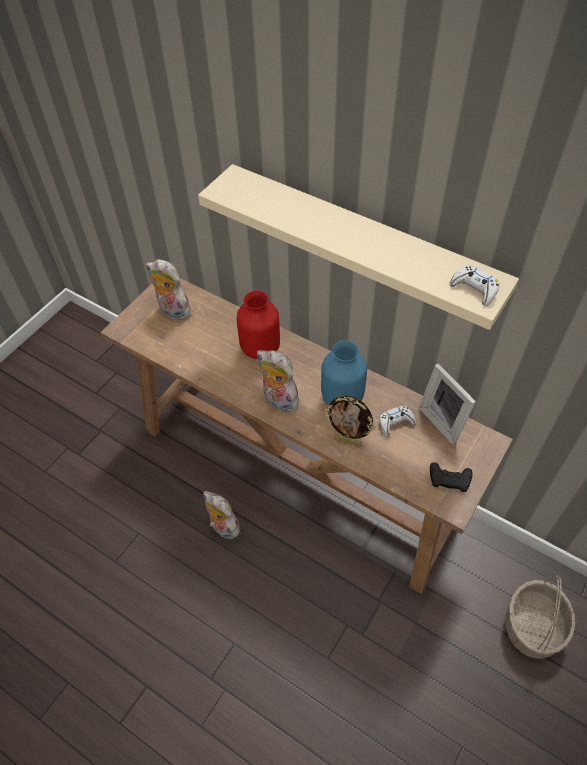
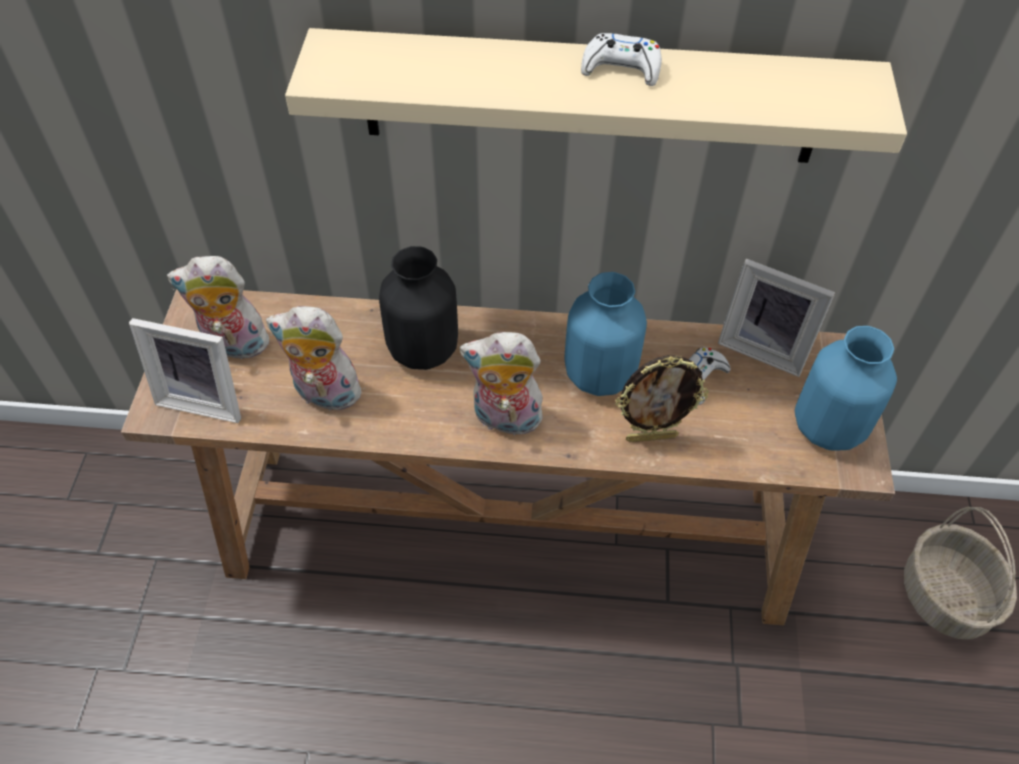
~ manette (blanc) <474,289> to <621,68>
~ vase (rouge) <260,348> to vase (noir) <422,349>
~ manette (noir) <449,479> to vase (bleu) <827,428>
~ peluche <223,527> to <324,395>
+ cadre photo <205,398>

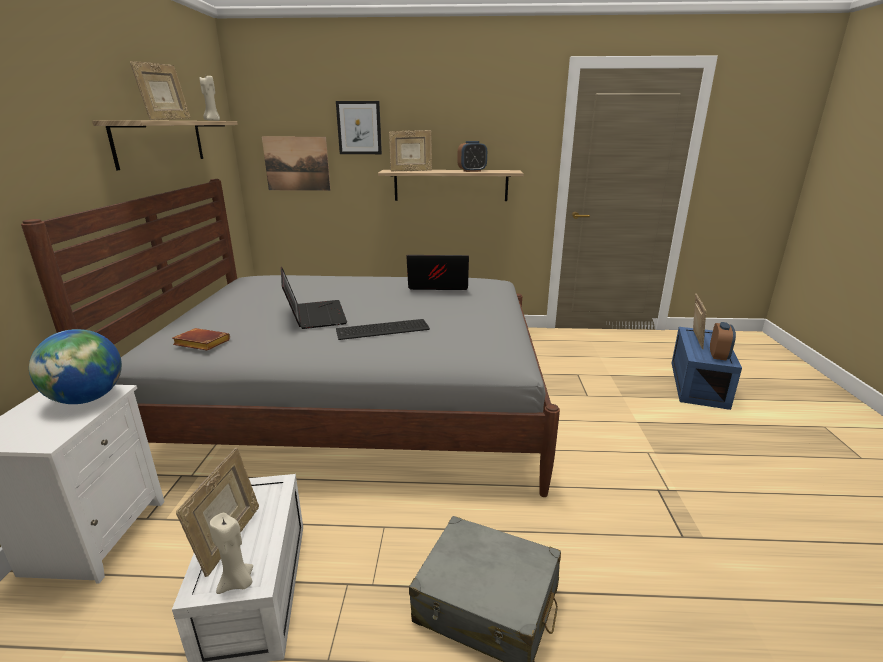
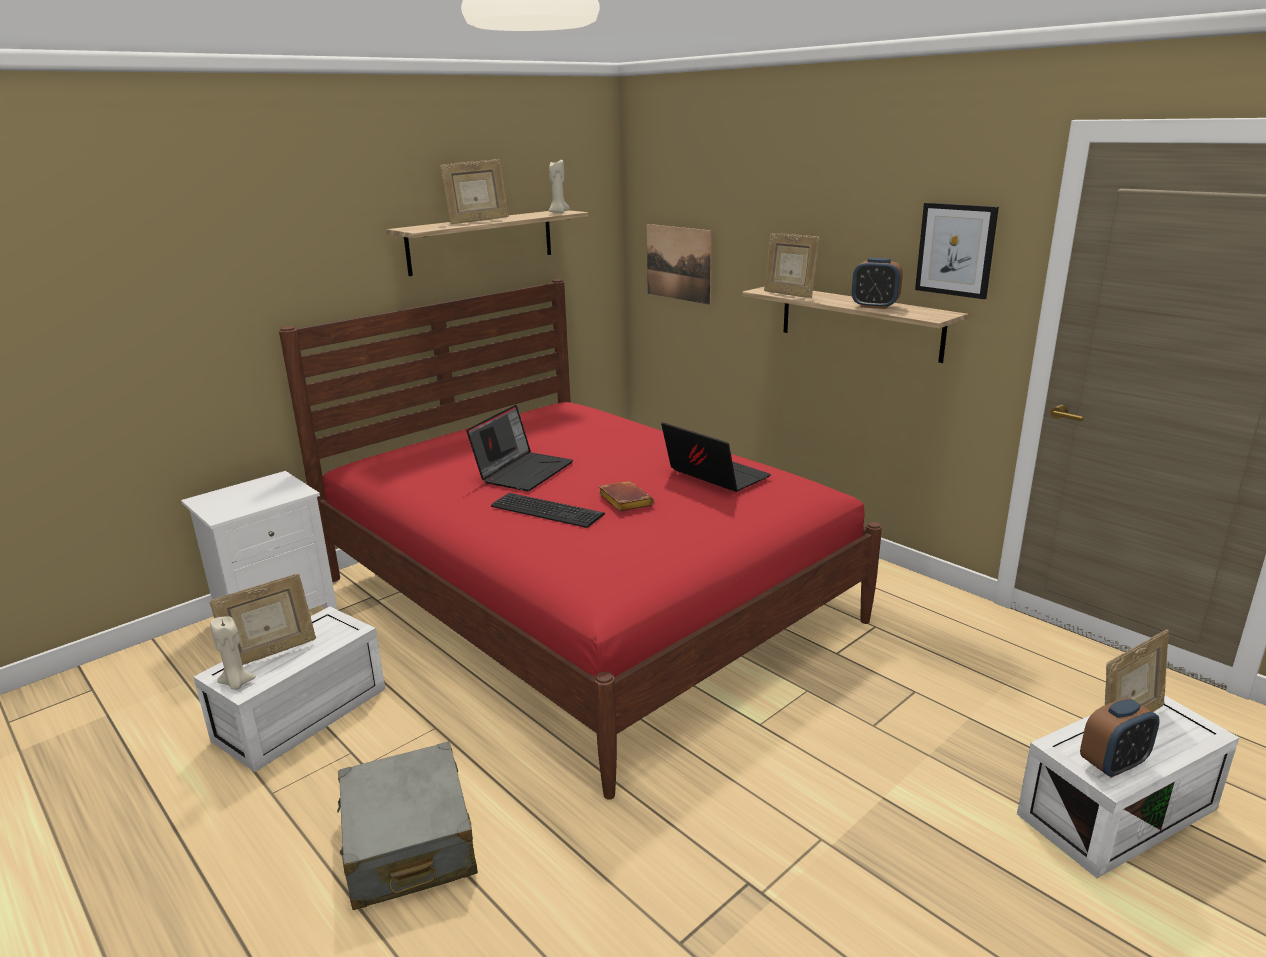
~ tableau <359,128> to <956,250>
~ lit (gris) <358,404> to lit (rouge) <584,599>
~ boîte de rangement (bleu) <696,383> to boîte de rangement (blanc) <1116,809>
~ livre (marron) <200,344> to <623,501>
- globe <88,399>

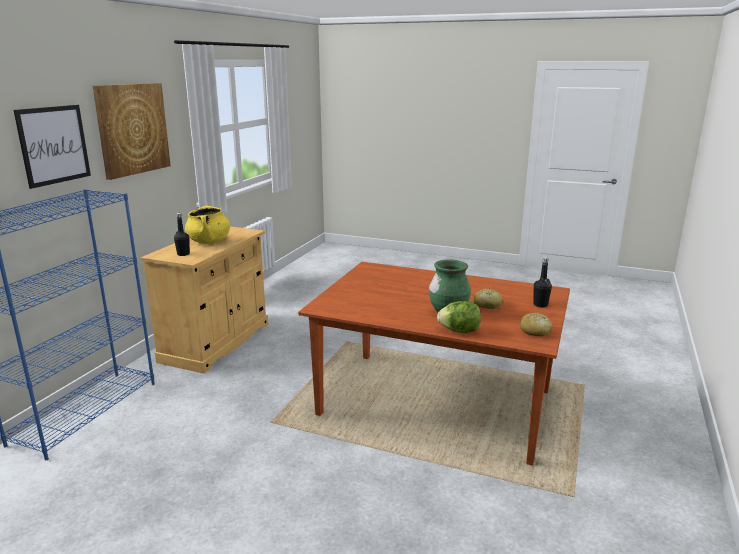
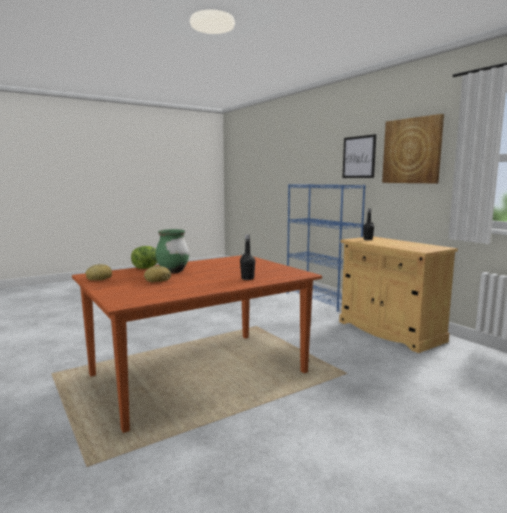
- marmite (jaune) <209,242>
~ bouteille (noir) <540,305> to <247,278>

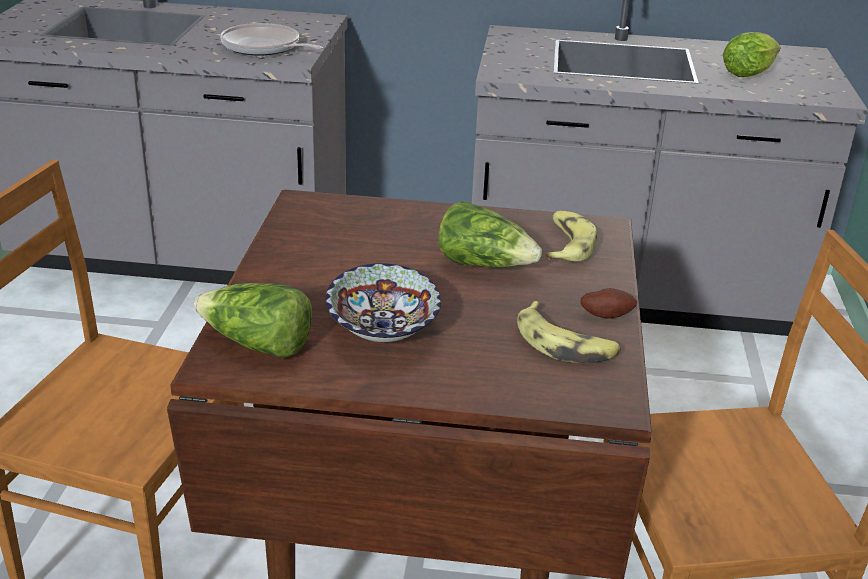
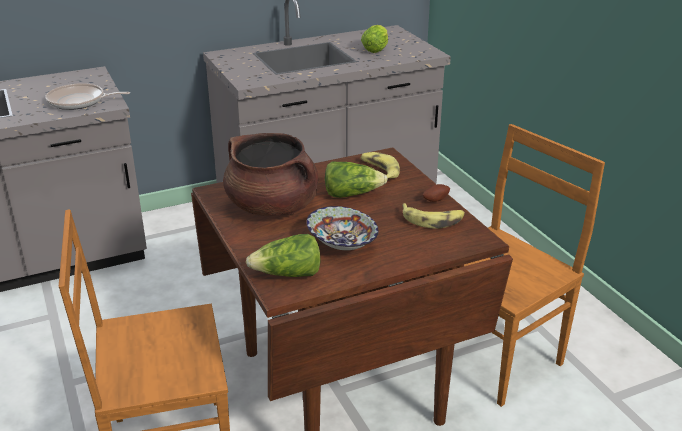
+ marmite (marron) <273,207>

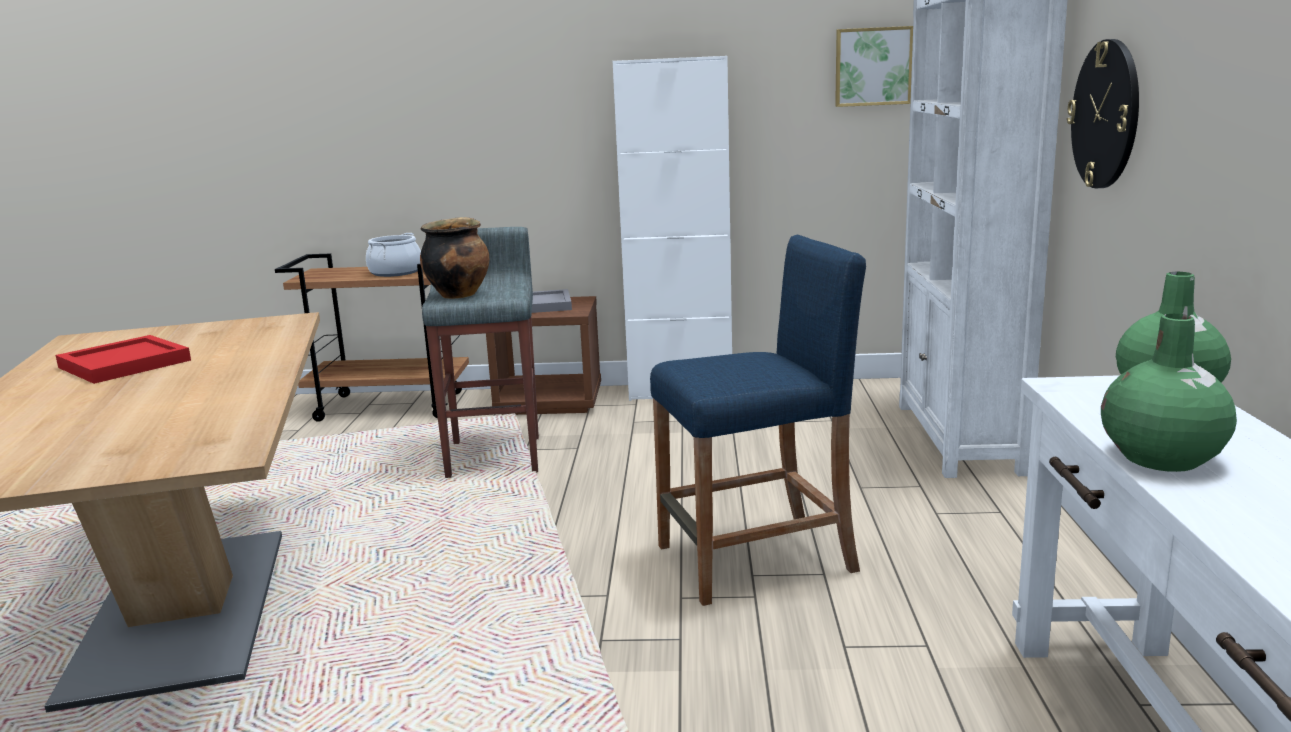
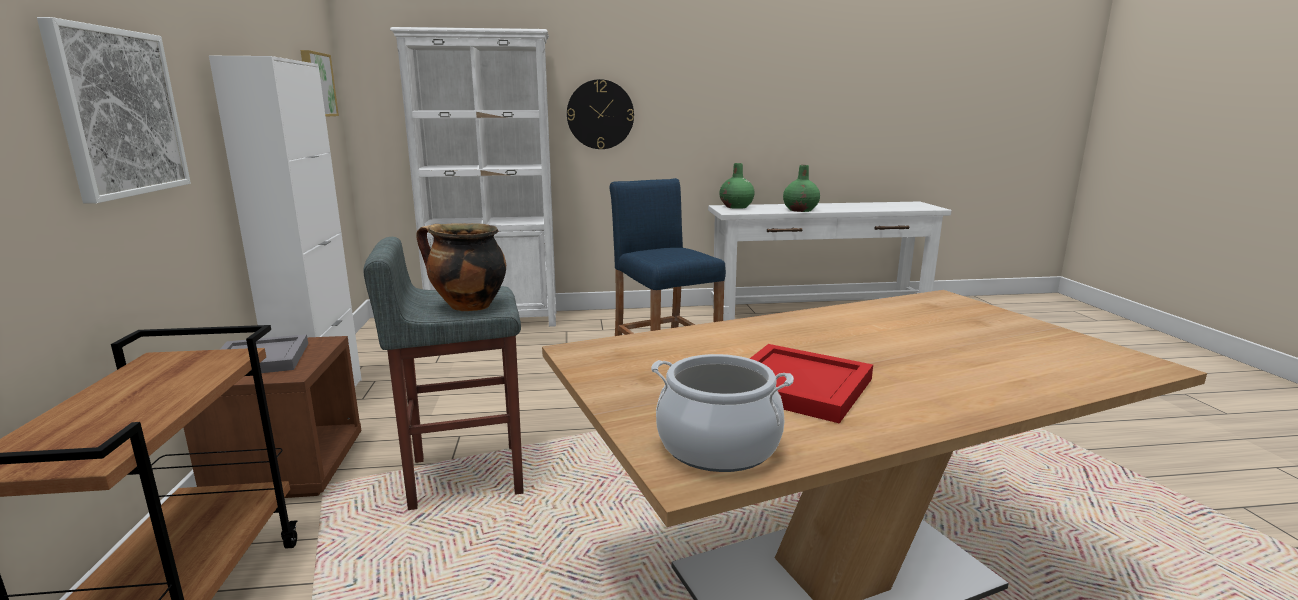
~ marmite <395,272> to <718,446>
+ tableau <119,112>

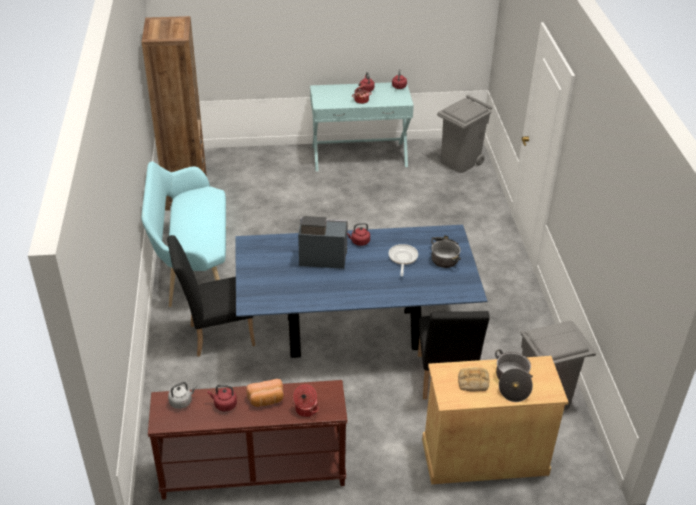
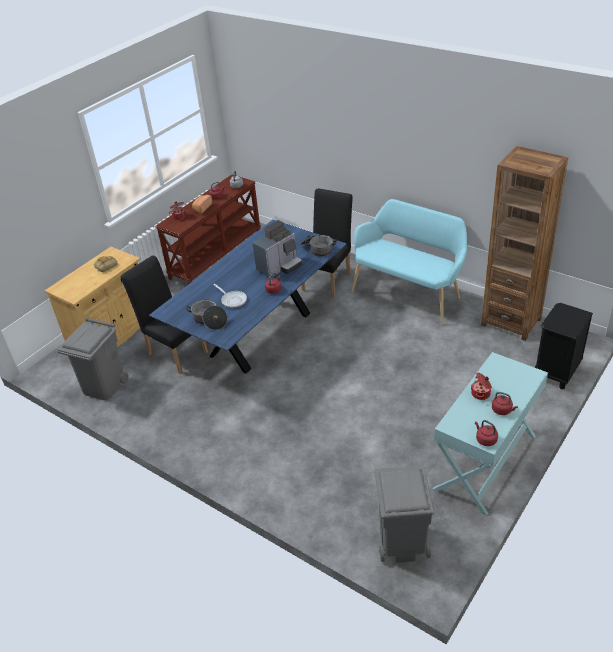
~ marmite <512,382> to <317,249>
+ table de chevet (noir) <556,372>

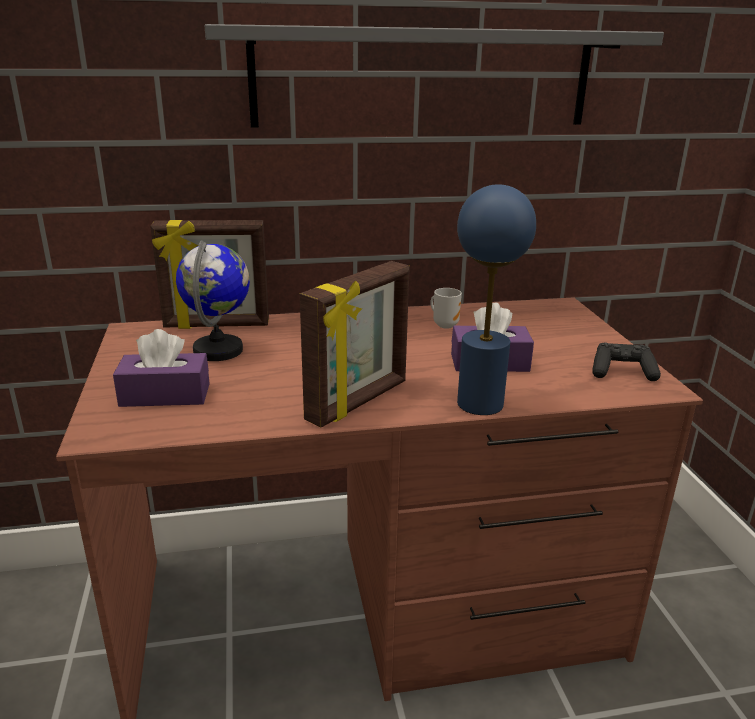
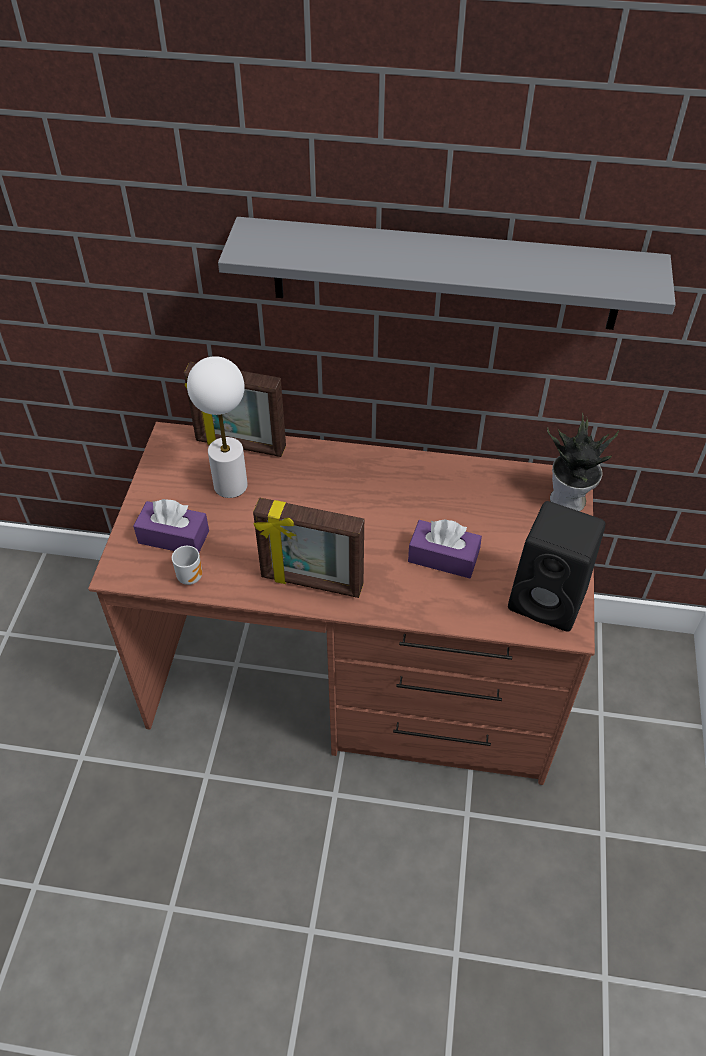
- lampe de table (bleu) <479,404>
~ globe <219,350> to lampe de table (blanc) <230,485>
~ cadre photo <359,402> = <311,583> 45 degrees clockwise
~ mug <445,325> to <190,576>
~ manette (noir) <622,372> to enceinte (noir) <550,600>
+ plante en pot <569,500>

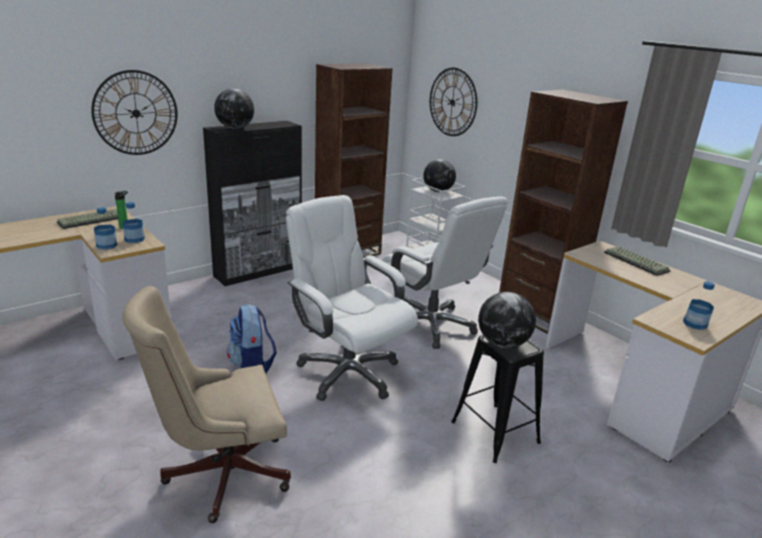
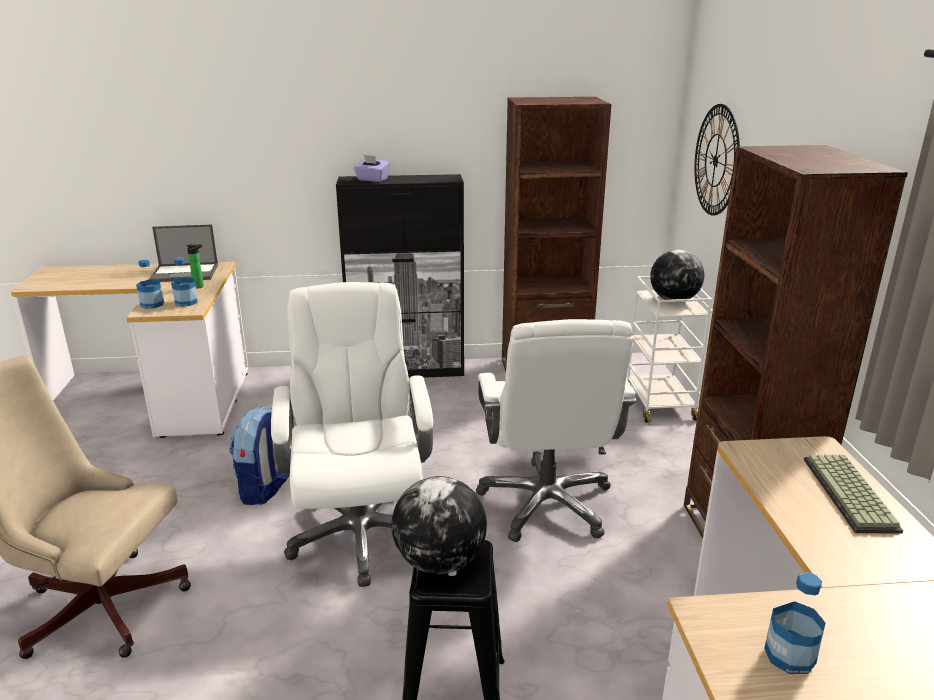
- horloge murale <136,113>
~ globe <235,128> to boîte à mouchoirs (violet) <372,180>
~ clavier <92,219> to ordinateur portable <185,273>

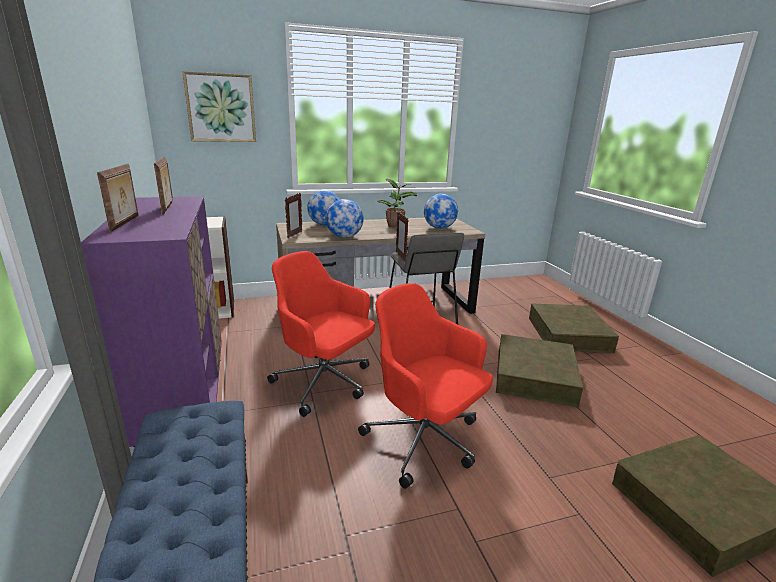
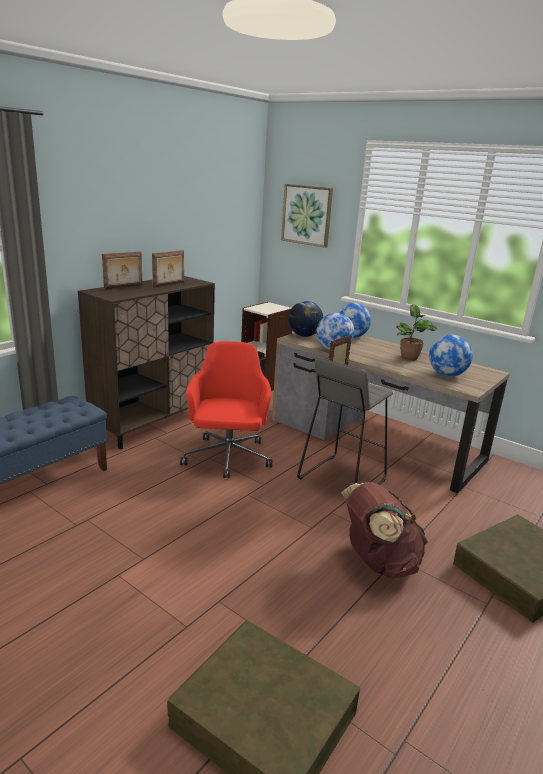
~ cadre photo <294,235> to globe <304,336>
~ meuble de rangement (violet) <186,402> to meuble de rangement (marron) <154,422>
- chaise de bureau (rouge) <424,441>
~ boîte de rangement (marron) <534,376> to sac à dos (marron) <378,562>

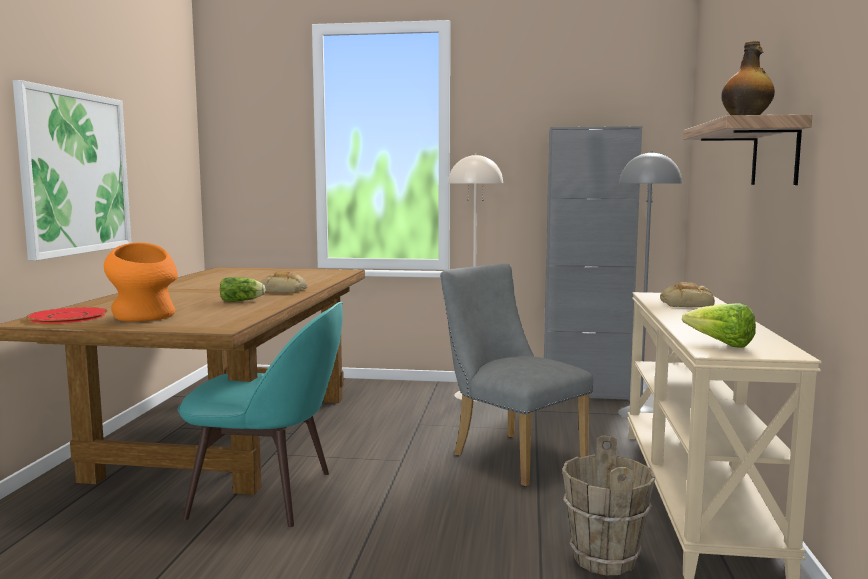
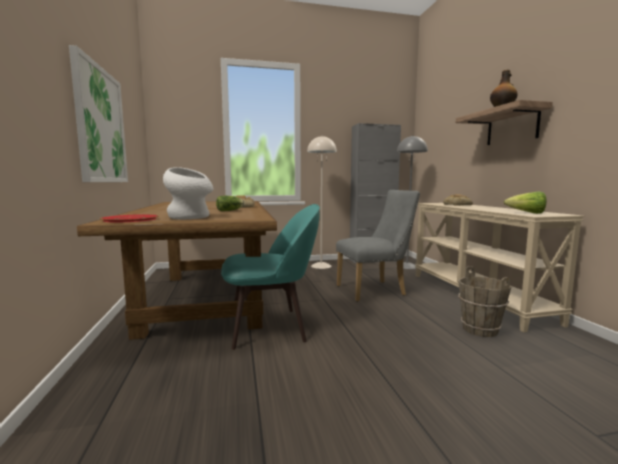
~ vase (orange) <145,318> to vase (blanc) <190,217>
~ chaise (gris) <511,456> = <375,290> 135 degrees clockwise

